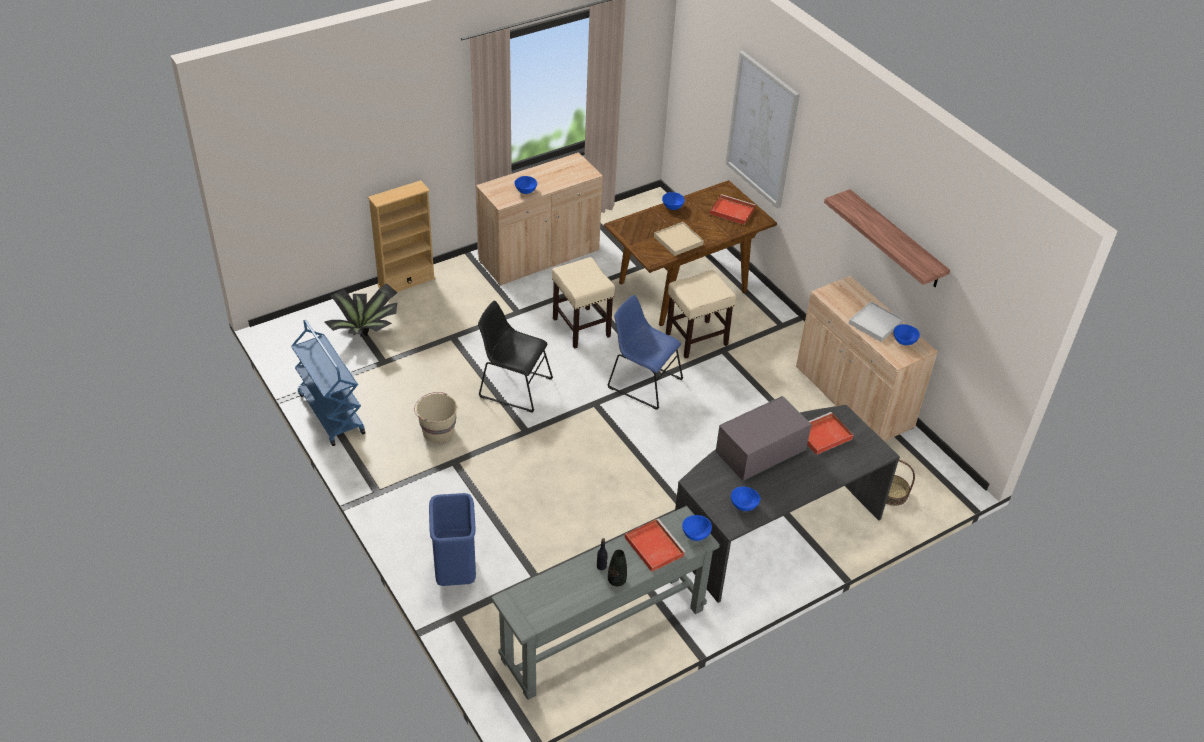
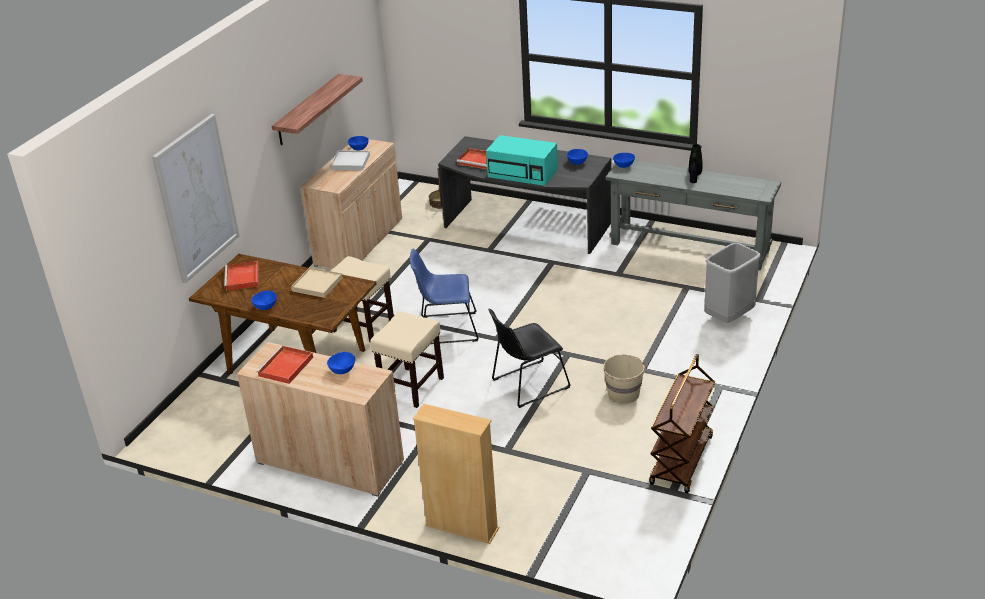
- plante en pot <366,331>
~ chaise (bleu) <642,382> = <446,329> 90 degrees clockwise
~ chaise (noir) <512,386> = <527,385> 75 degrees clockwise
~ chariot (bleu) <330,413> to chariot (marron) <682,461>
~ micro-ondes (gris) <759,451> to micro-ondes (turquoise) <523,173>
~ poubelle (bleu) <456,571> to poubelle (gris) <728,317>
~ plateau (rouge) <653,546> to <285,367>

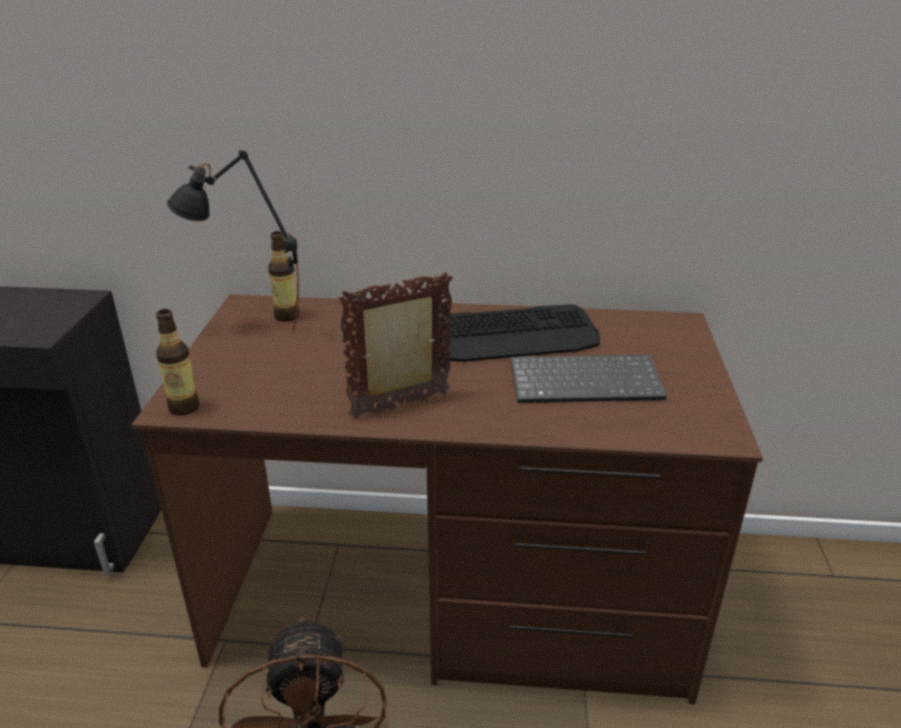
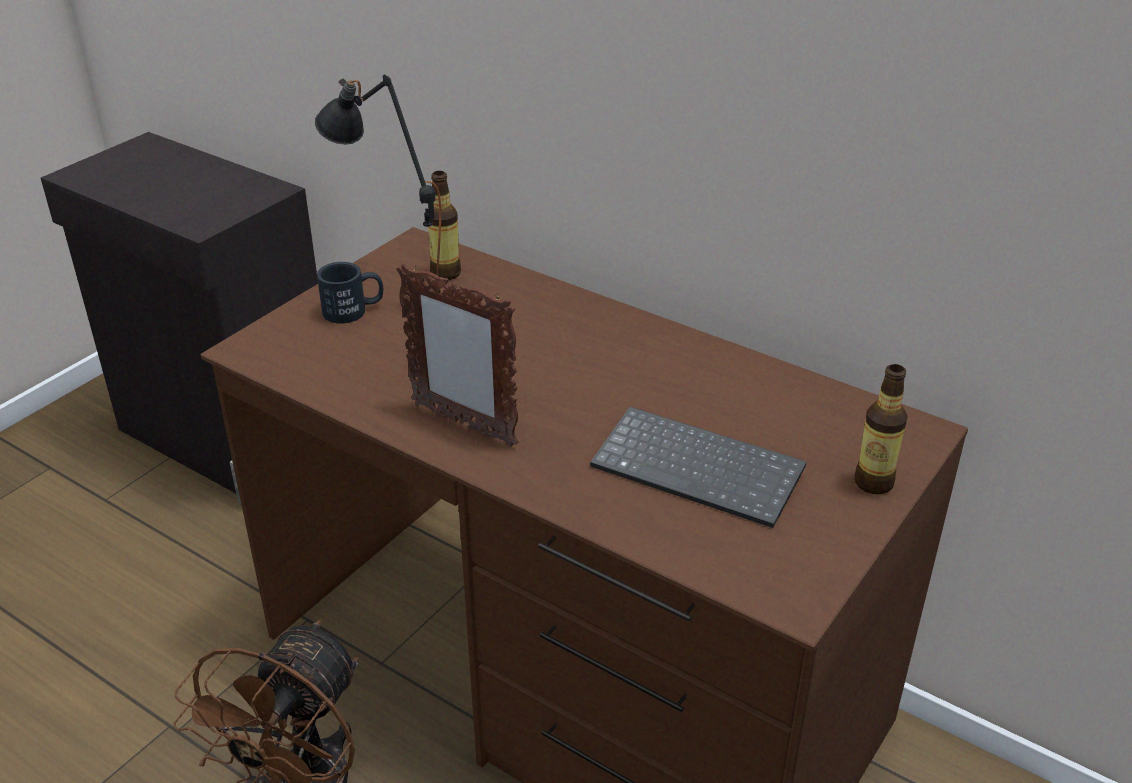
~ cadre photo <401,405> = <463,424> 150 degrees counterclockwise
- clavier <511,336>
~ bouteille <184,407> to <874,483>
+ mug (noir) <354,310>

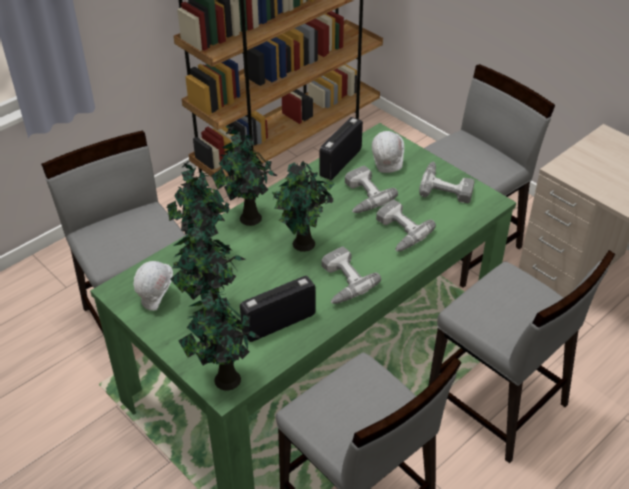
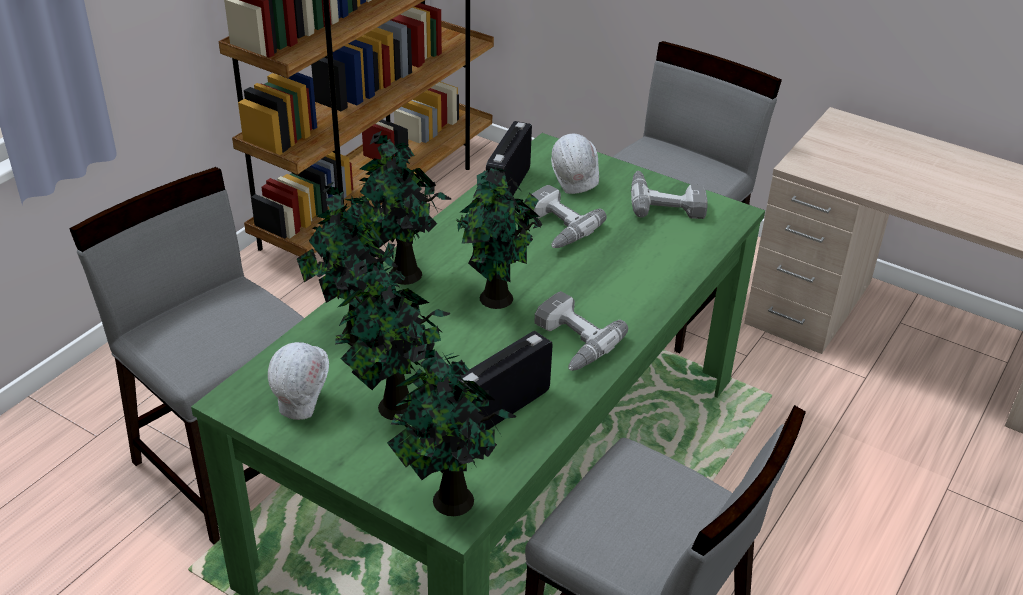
- perceuse <398,232>
- chaise (gris) <497,403>

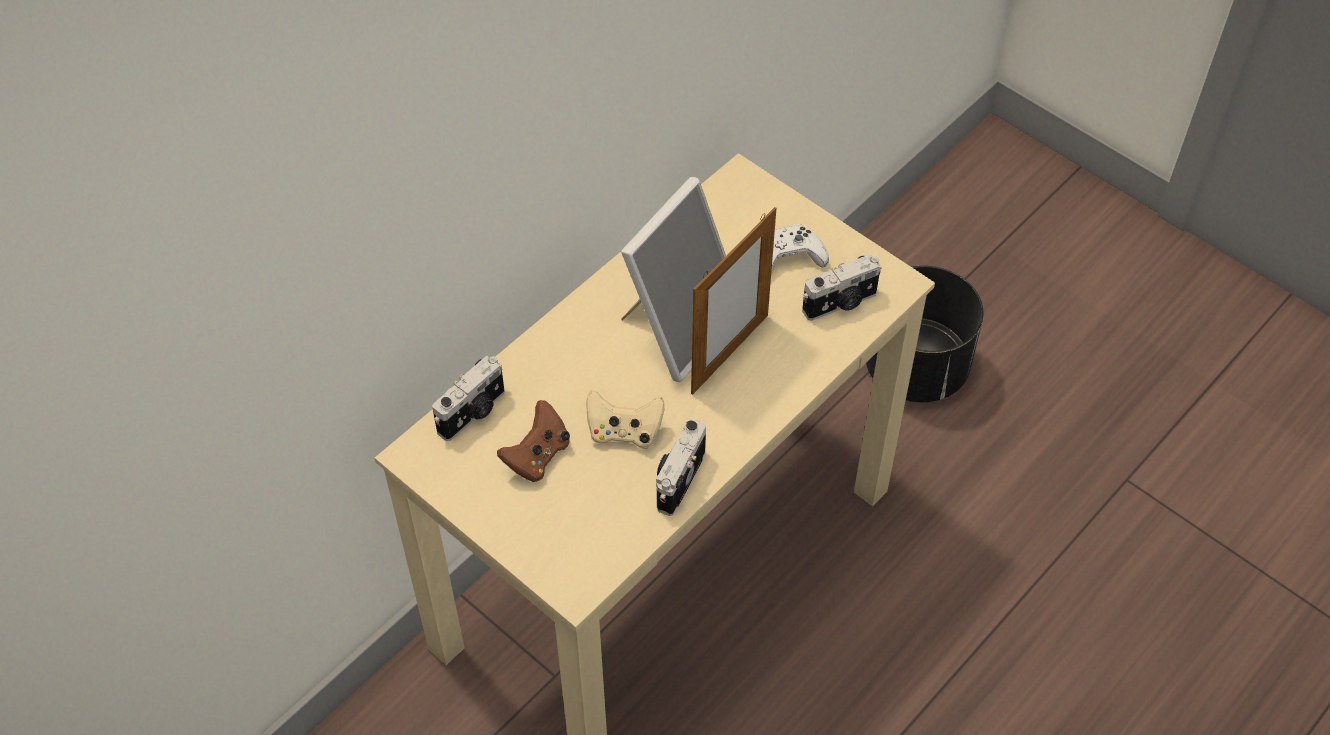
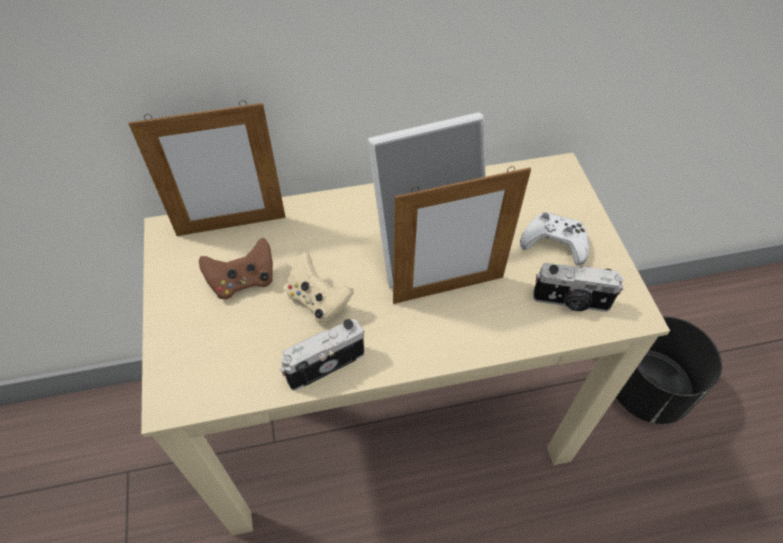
~ appareil photo <473,413> to cadre photo <231,226>

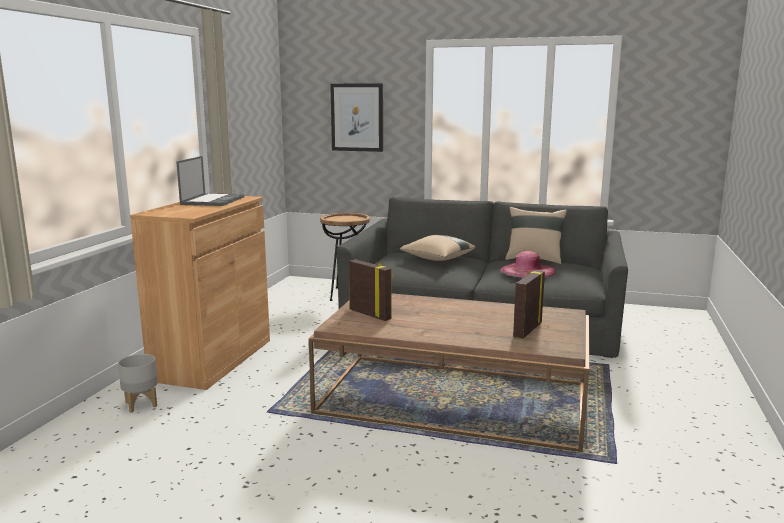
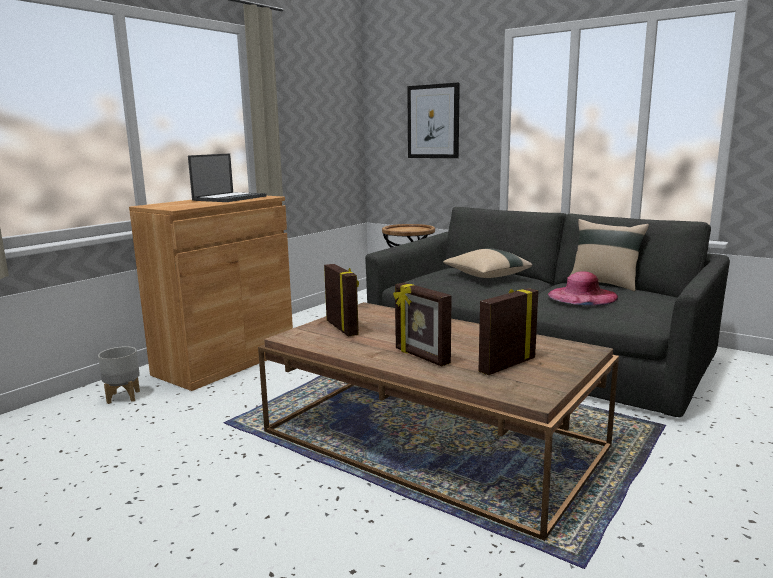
+ cadre photo <421,357>

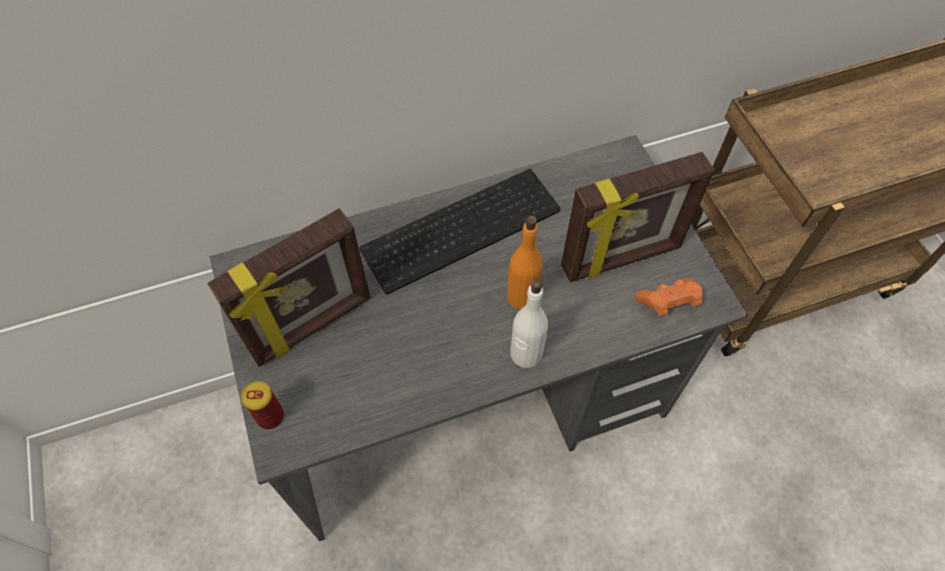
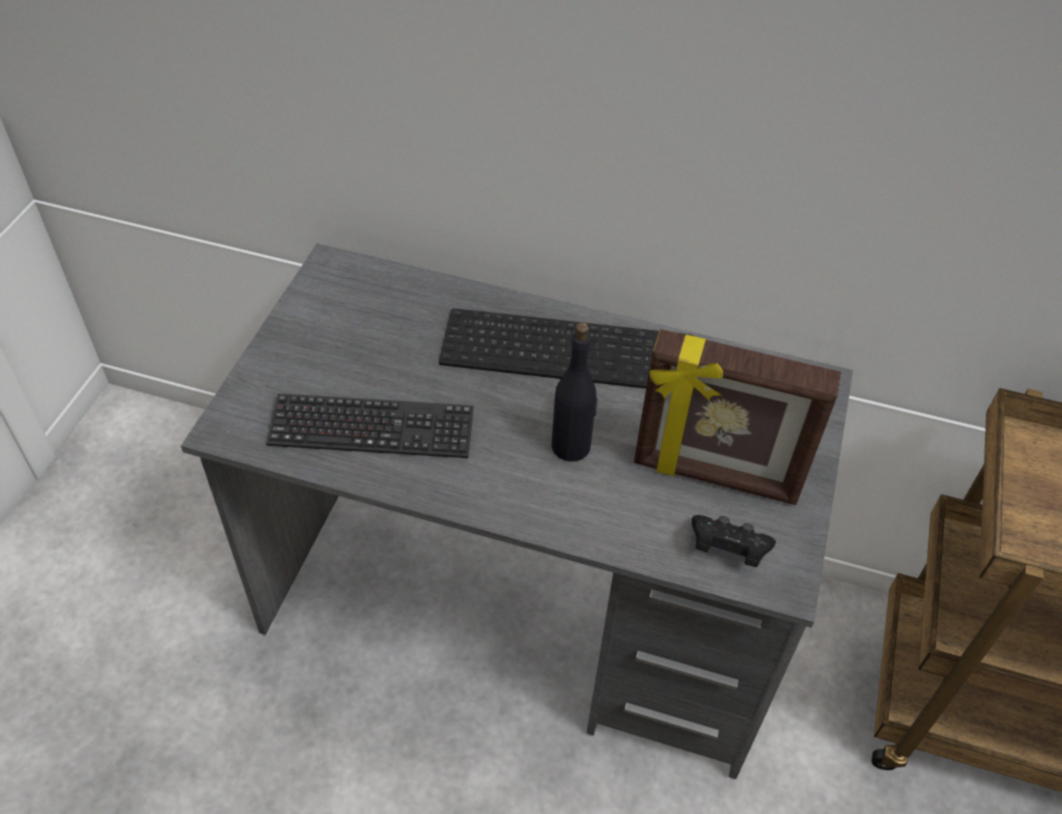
- cadre photo <312,326>
~ bouteille (orange) <522,296> to bouteille (noir) <571,446>
~ manette (orange) <668,303> to manette (noir) <727,549>
- bouteille (blanc) <525,354>
- boîte métallique <270,416>
+ clavier <372,429>

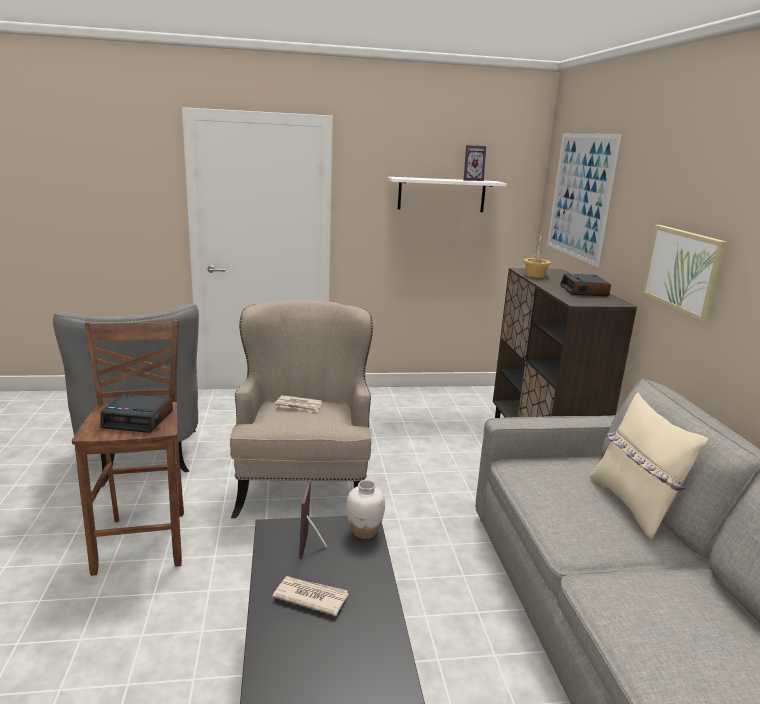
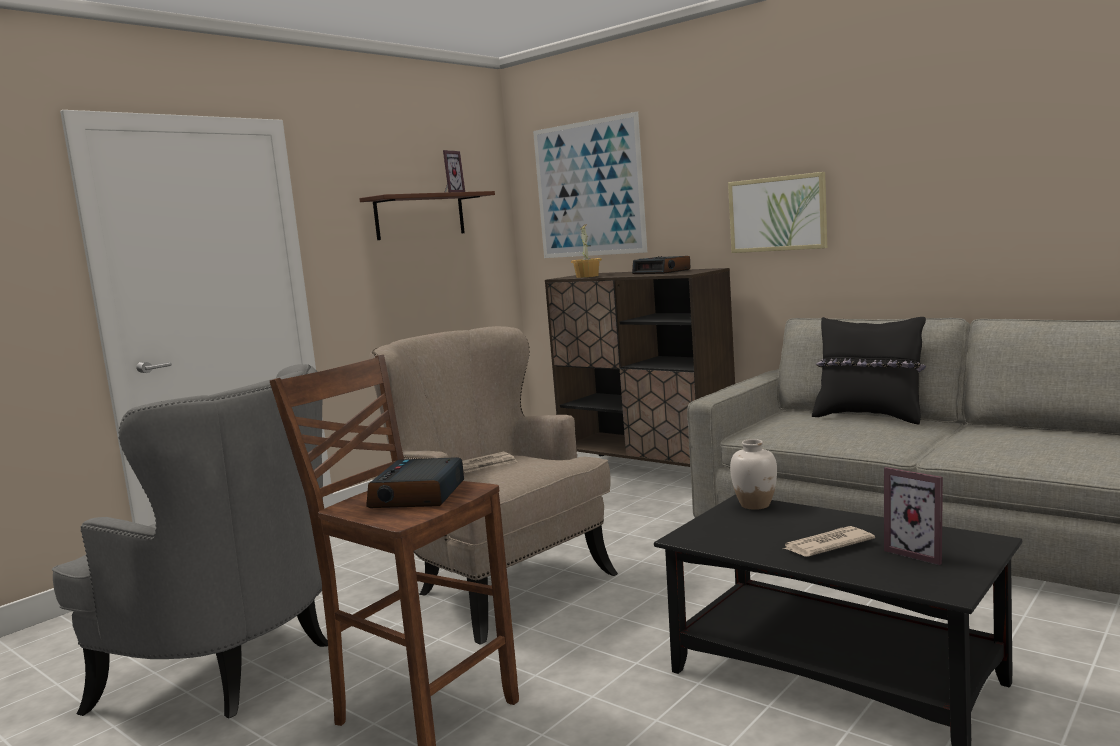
~ étagère (blanc) <441,194> to étagère (marron) <420,216>
~ coussin (beige) <633,505> to coussin (noir) <869,417>
~ réveil <139,419> = <418,495> 135 degrees clockwise
~ cadre photo <314,546> to <919,552>

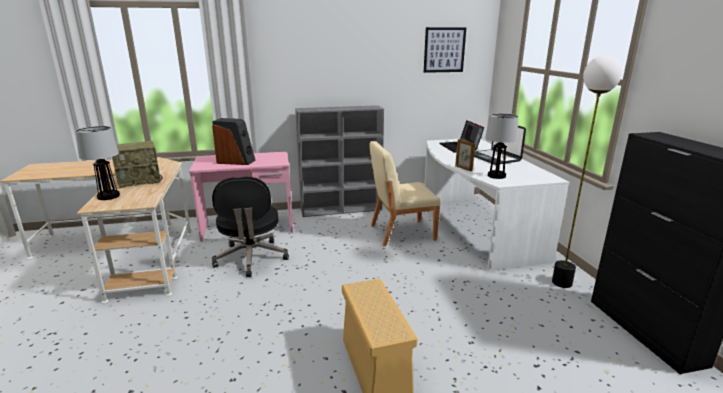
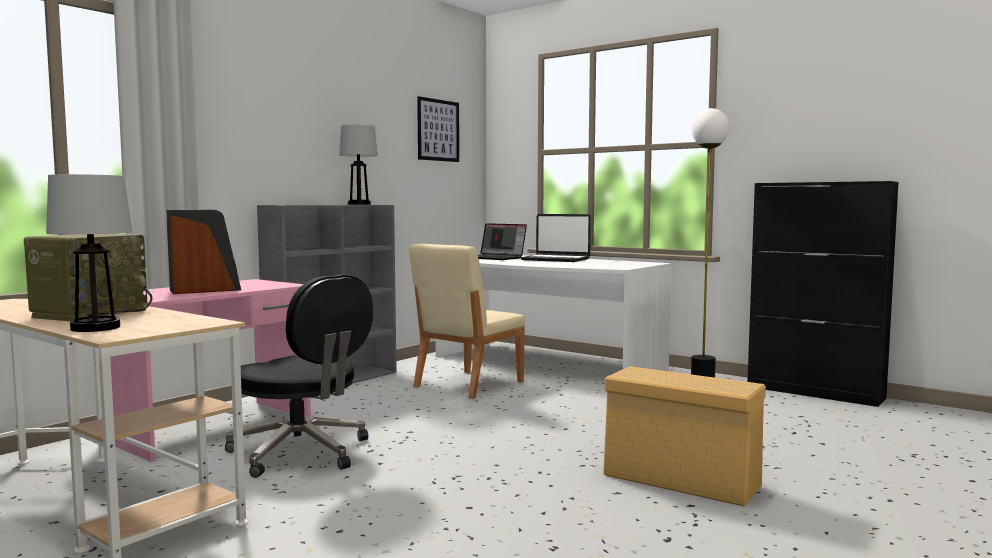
~ lampe de table <496,176> to <359,204>
- cadre photo <463,168>

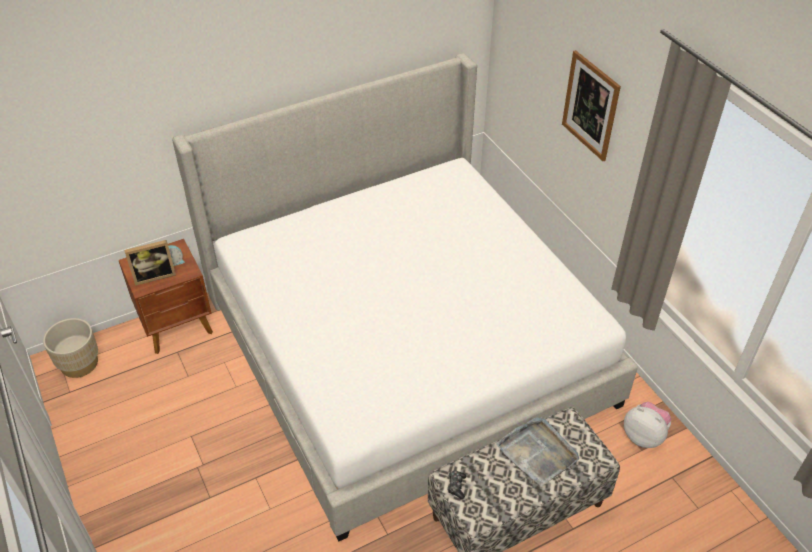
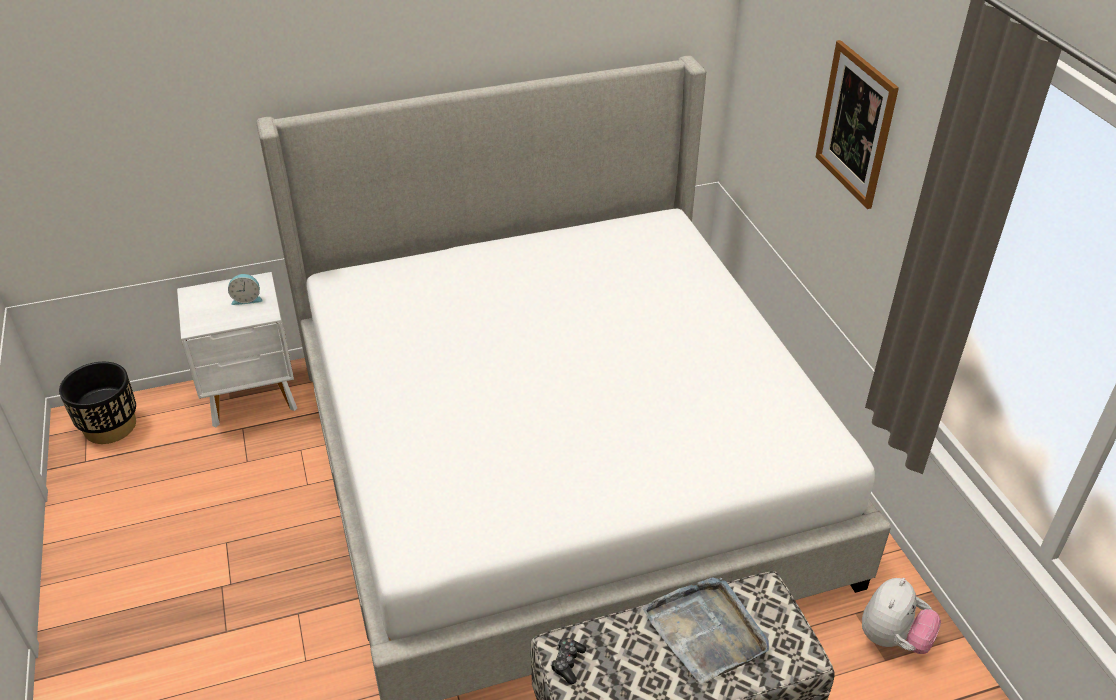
~ table de chevet (marron) <178,326> to table de chevet (blanc) <253,396>
- cadre photo <154,275>
~ cache-pot (beige) <79,363> to cache-pot (noir) <110,426>
~ peluche <644,436> = <892,638> 75 degrees clockwise

